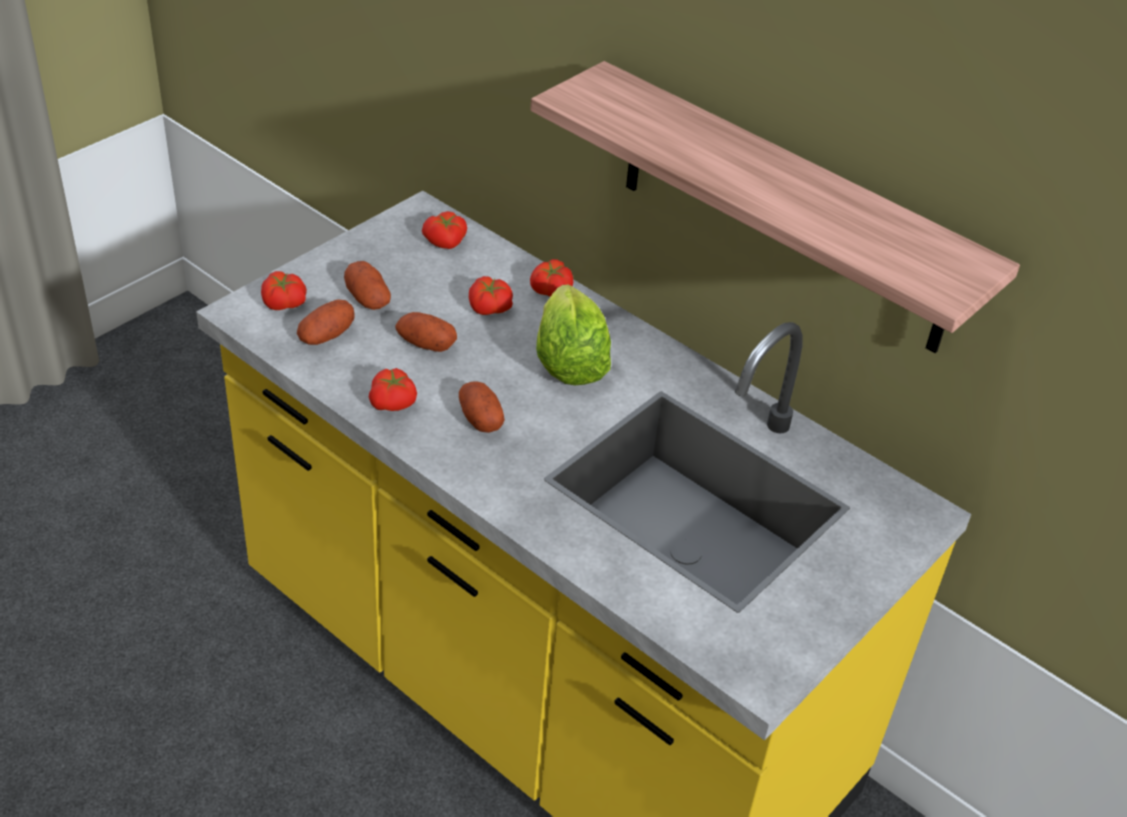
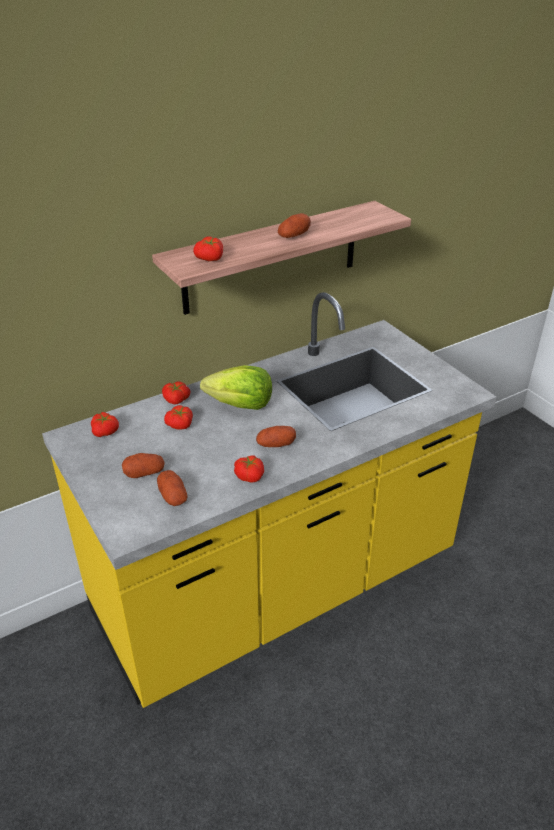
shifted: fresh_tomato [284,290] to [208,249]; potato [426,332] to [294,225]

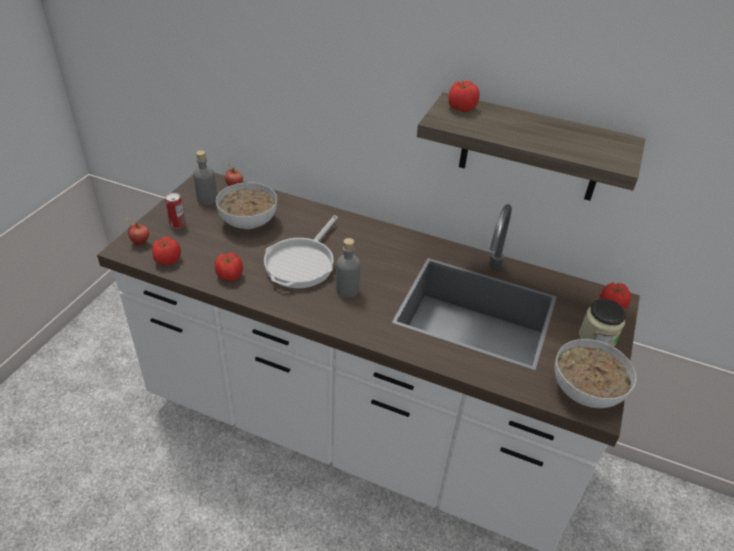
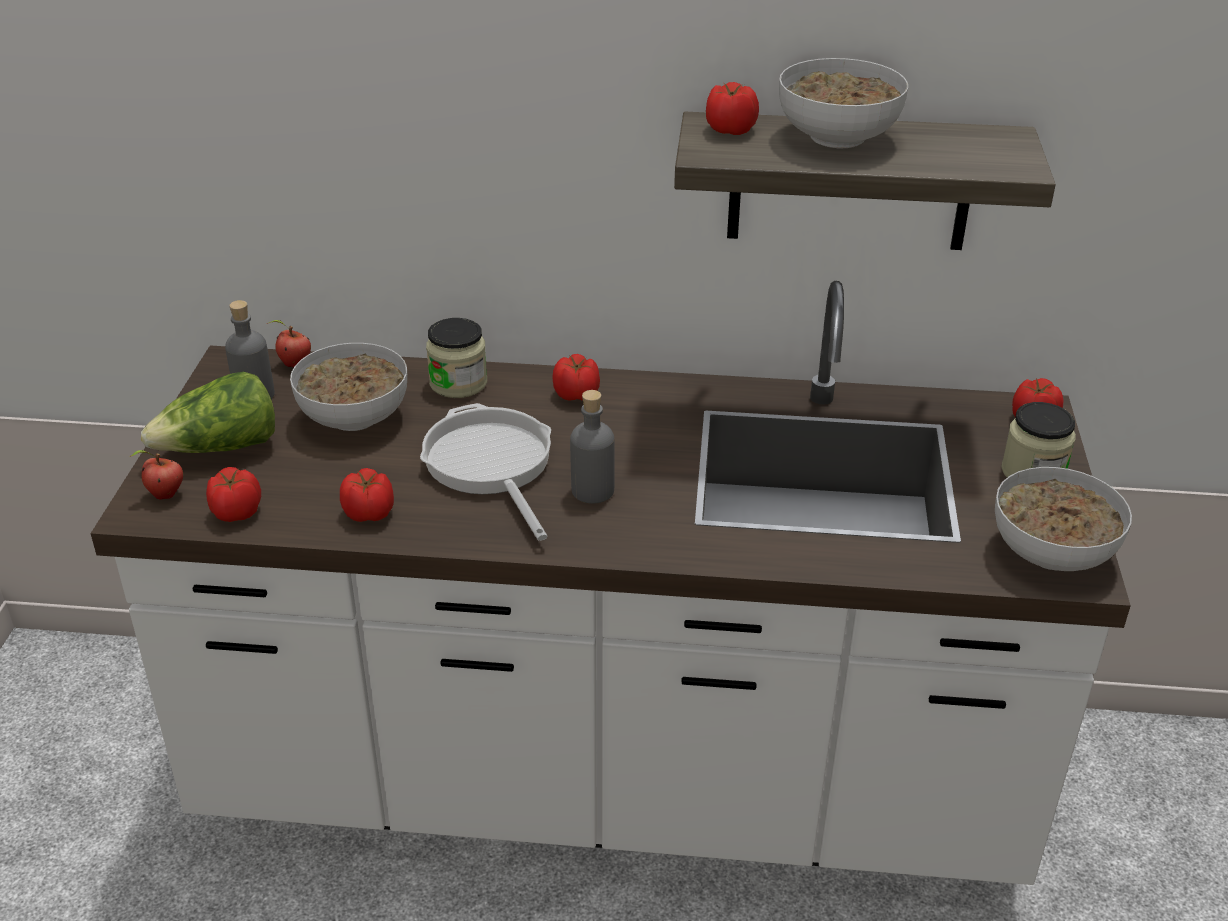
new: deep_dish [843,103]; storage_jar [456,358]; fresh_tomato [576,377]
swapped: sealed_can [175,210] to head_of_lettuce [208,412]
rotated: frying_pan [301,251] = [485,472] 150 degrees clockwise

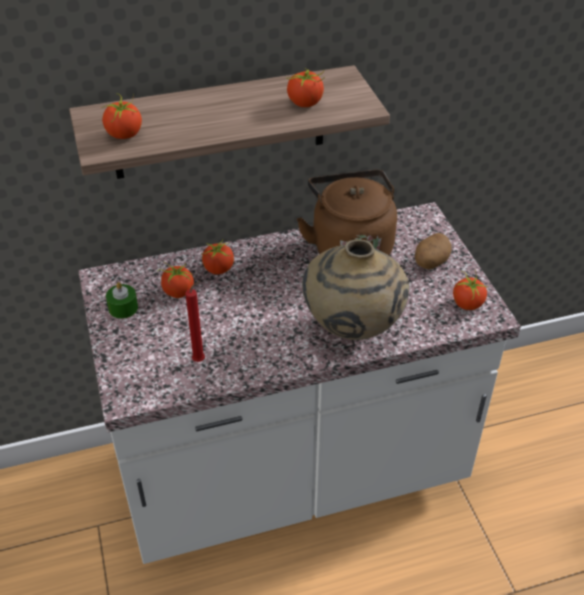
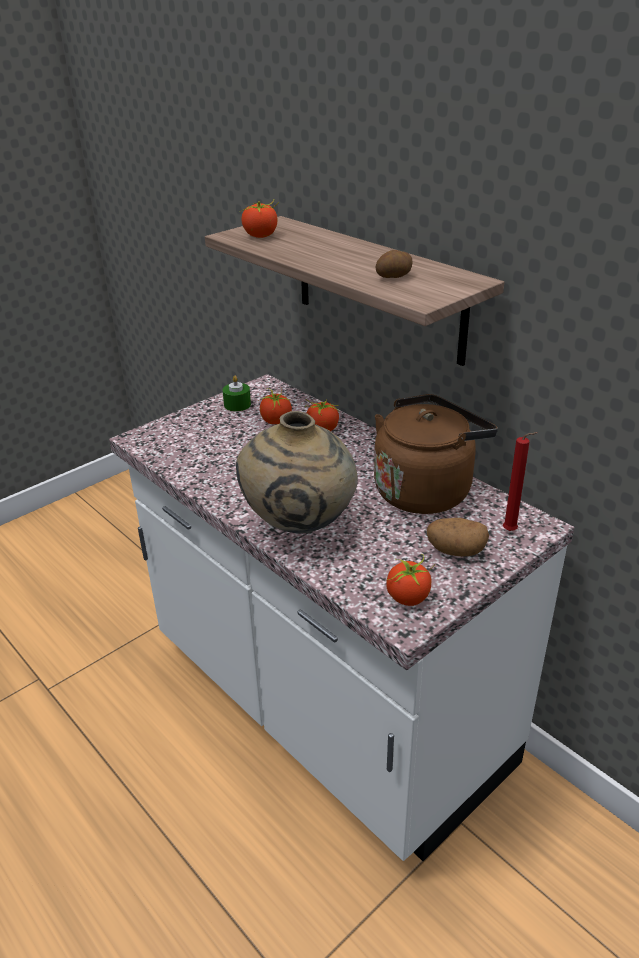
shifted: red_wax_candle [195,321] to [520,481]
swapped: fresh_tomato [306,88] to potato [394,264]

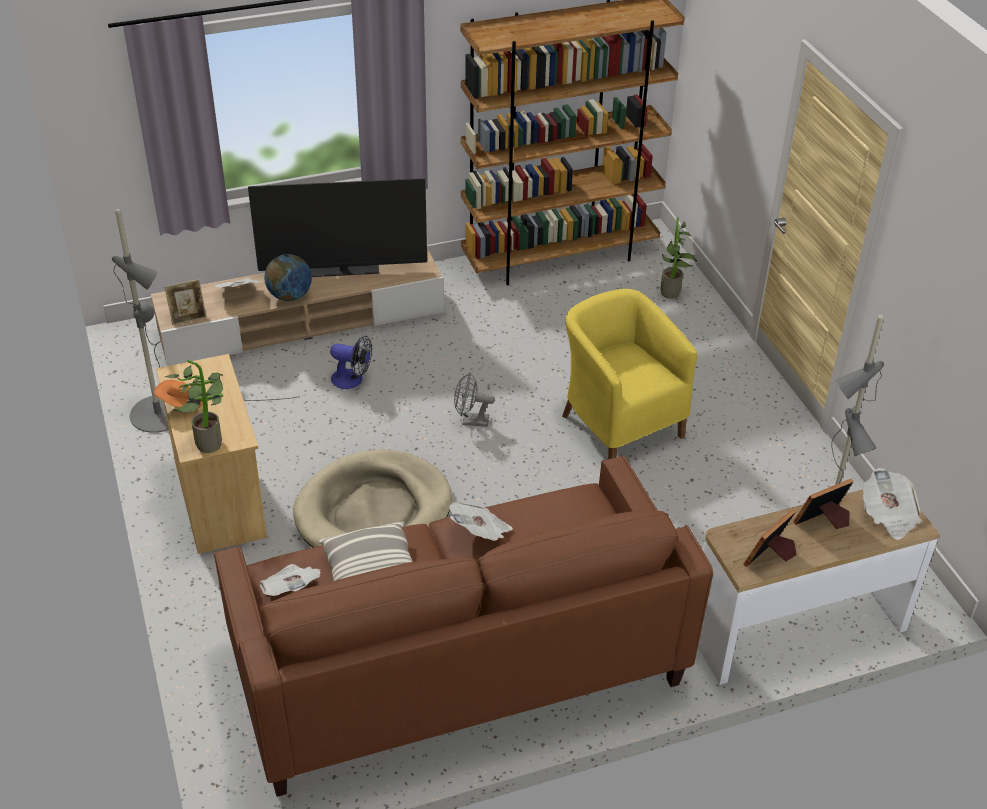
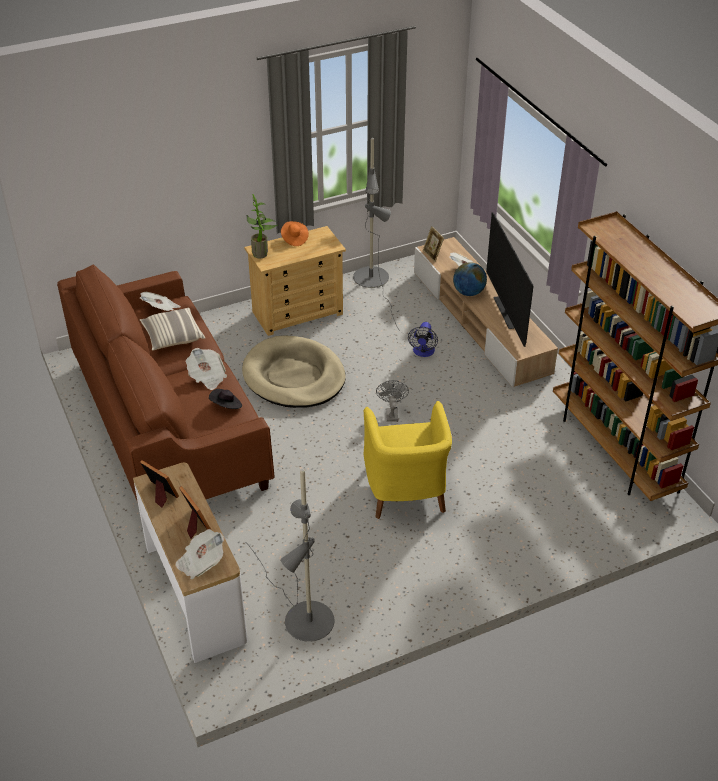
gone: plant_in_a_pot [678,258]
new: black_hat [225,399]
rotated: yellow-coloured_lounge_chair [629,374] = [408,460] 120 degrees clockwise

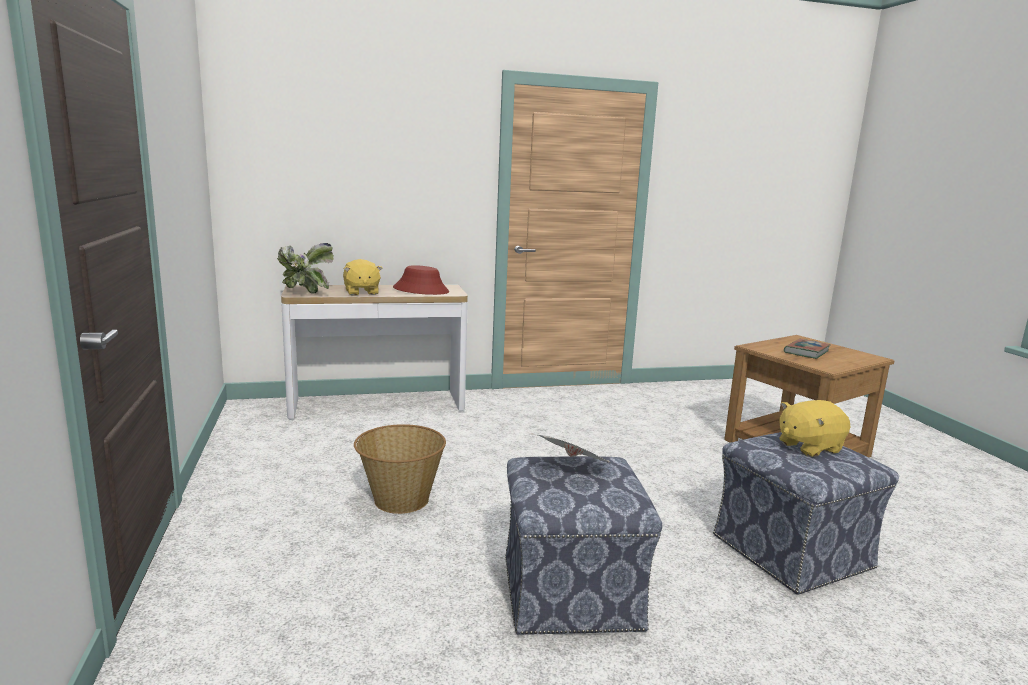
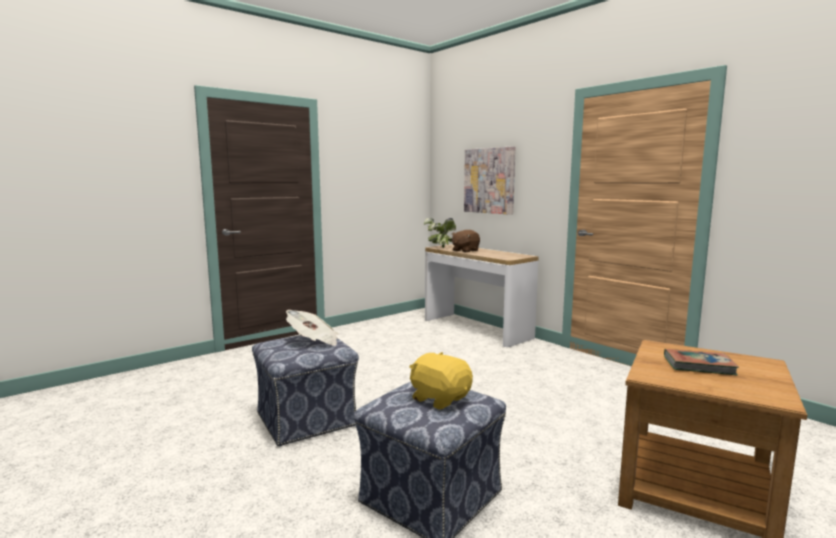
gone: red_hat [421,280]; basket [400,469]
new: wall_art [490,180]
repainted: yellow-coloured_plush_toy [362,277] to brown_plush_toy [465,241]

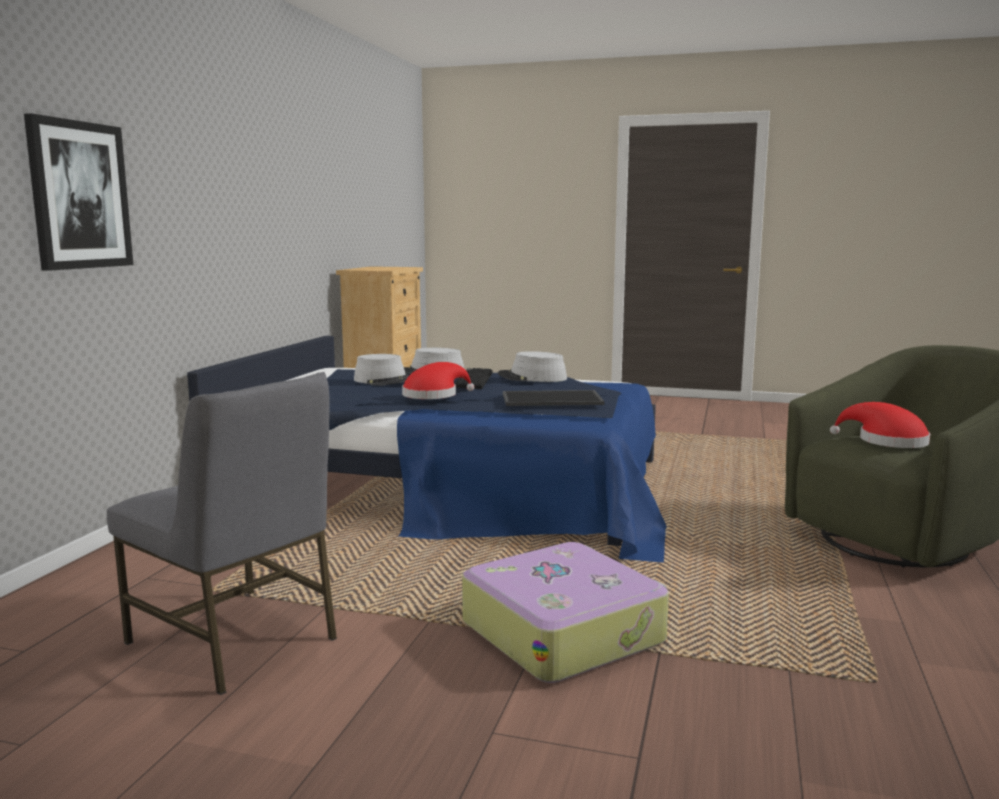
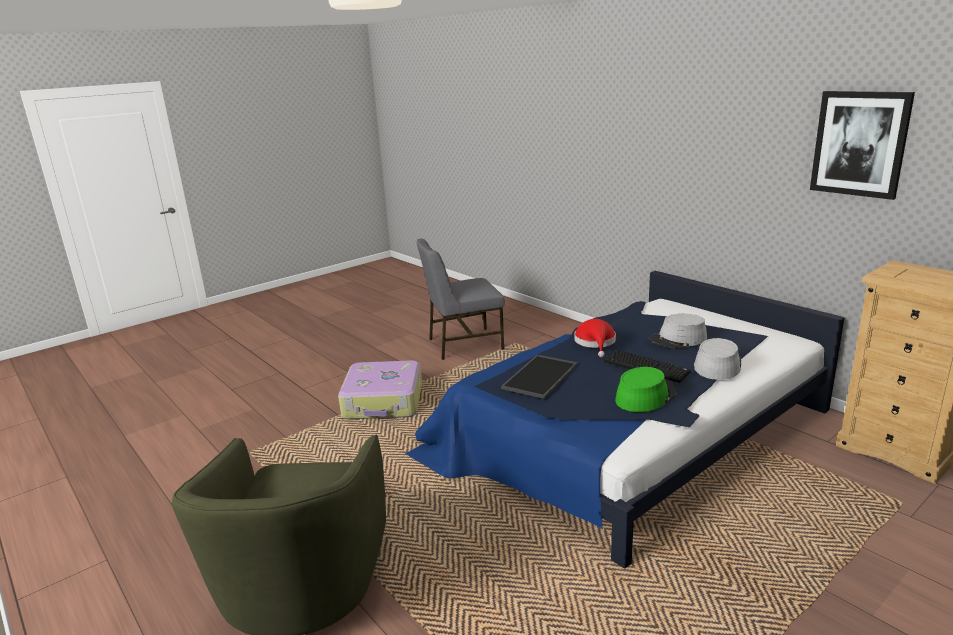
gone: red_hat [880,425]
shifted: wall_art [78,192] to [862,145]
repainted: gray_hat [532,366] to green_hat [645,389]

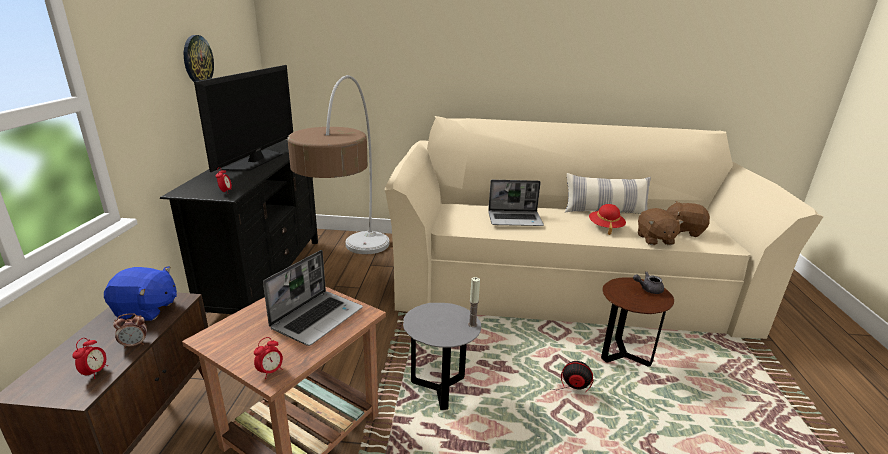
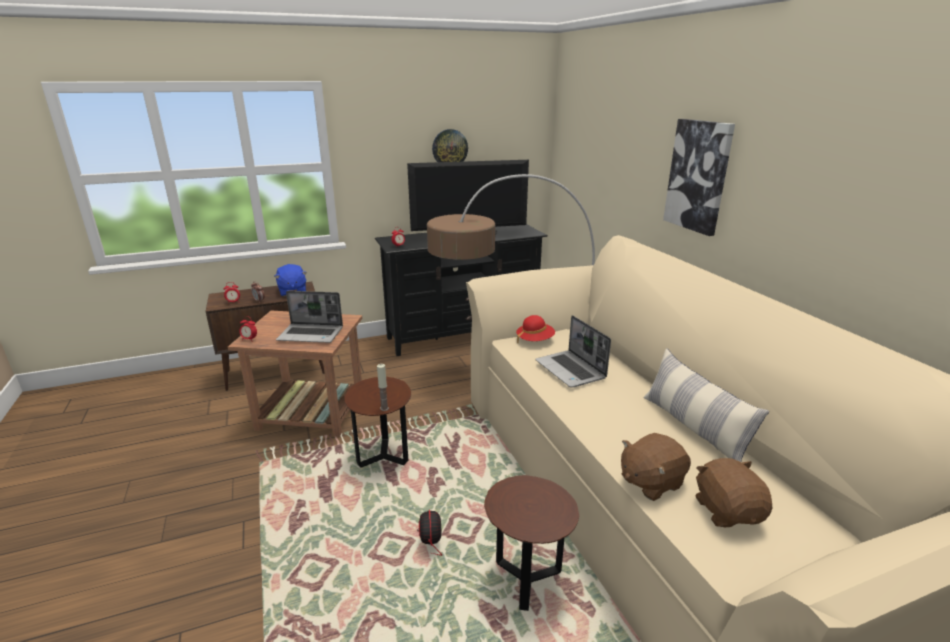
gone: gray_teapot [648,283]
new: wall_art [699,177]
shifted: red_hat [607,219] to [535,329]
repainted: gray_accent_table [442,356] to brown_accent_table [378,422]

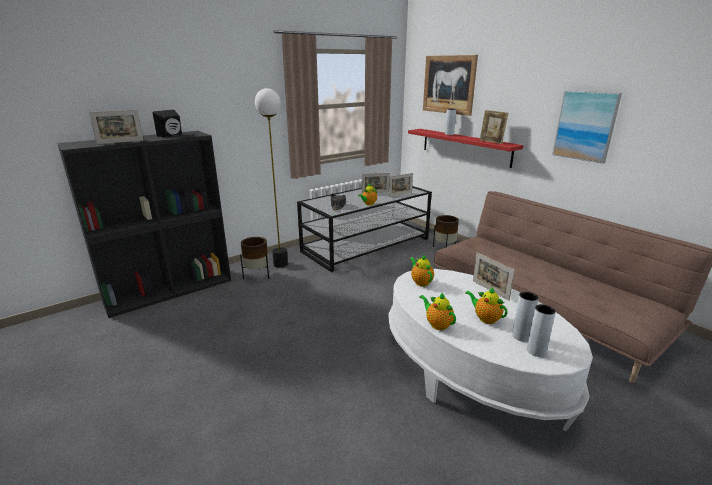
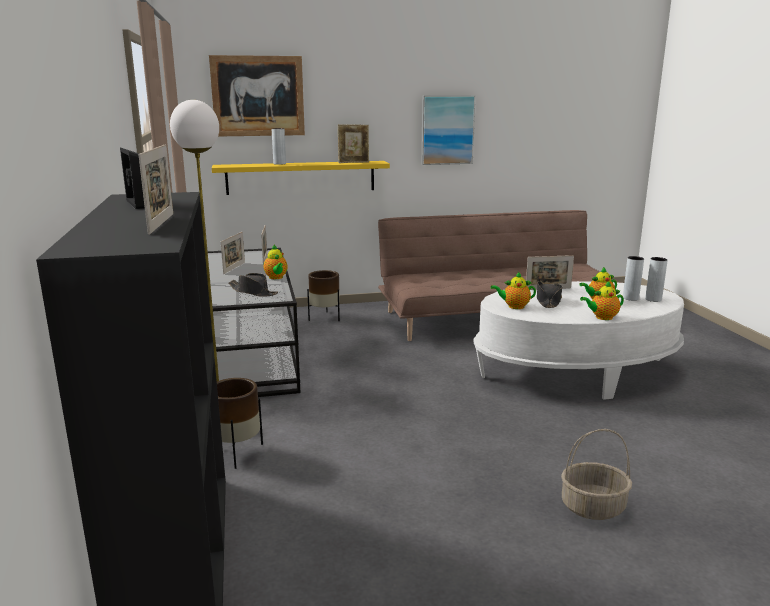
new: black_hat [549,294]; basket [596,474]
repainted: red_wall_shelf [465,148] to yellow-coloured_wall_shelf [301,178]

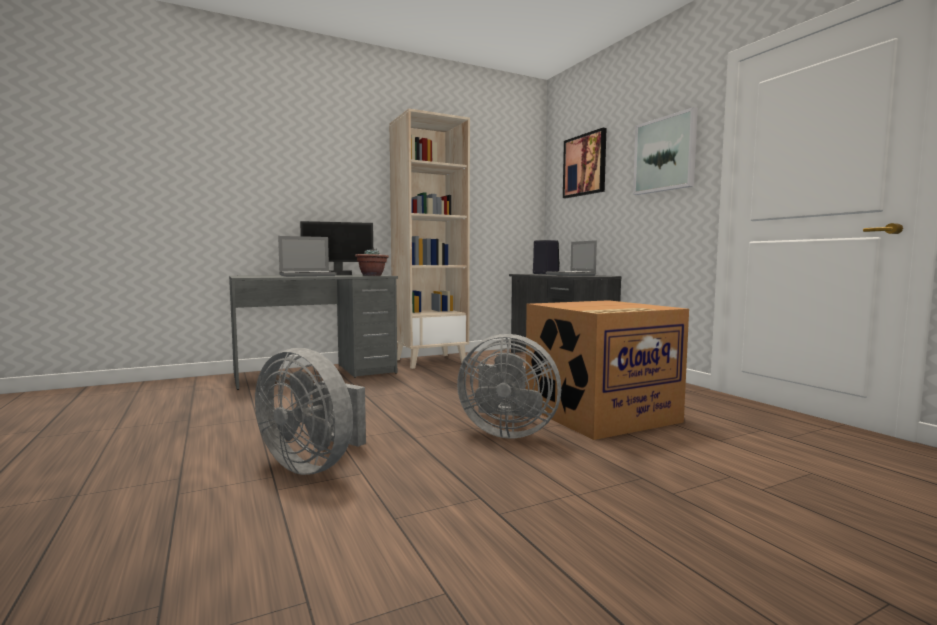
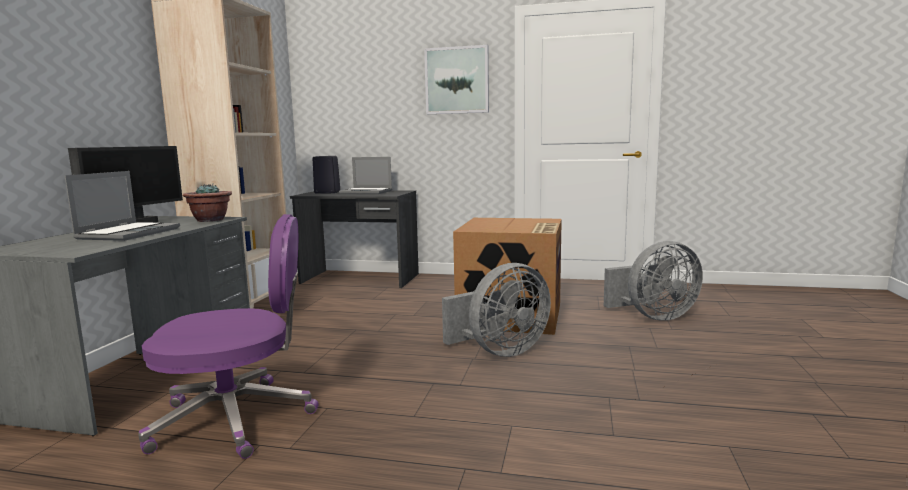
gone: wall_art [584,163]
new: purple-coloured_desk_chair [228,336]
shifted: gray_electric_fan [310,411] to [653,281]

